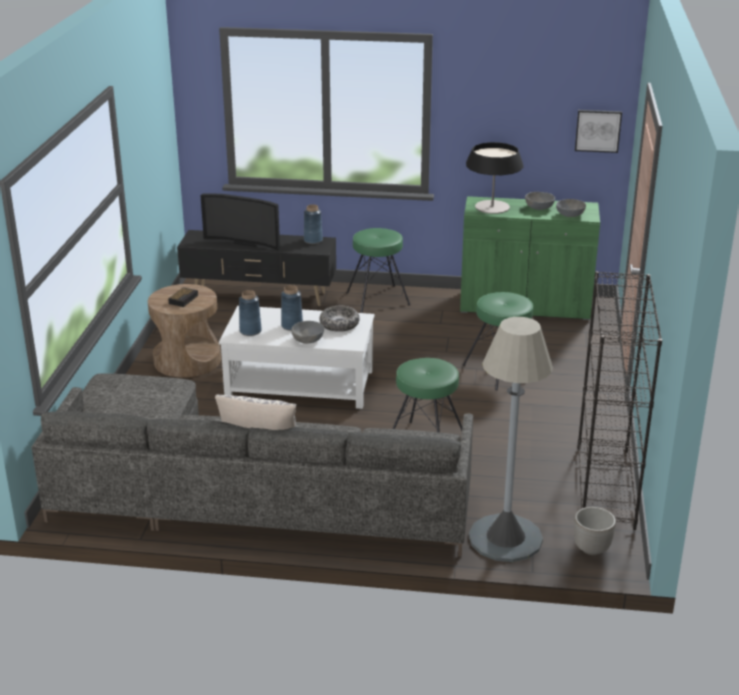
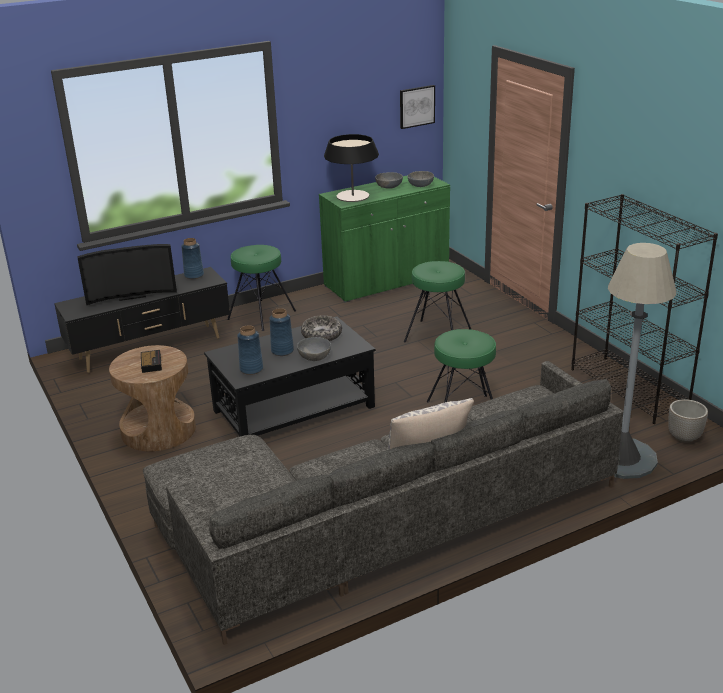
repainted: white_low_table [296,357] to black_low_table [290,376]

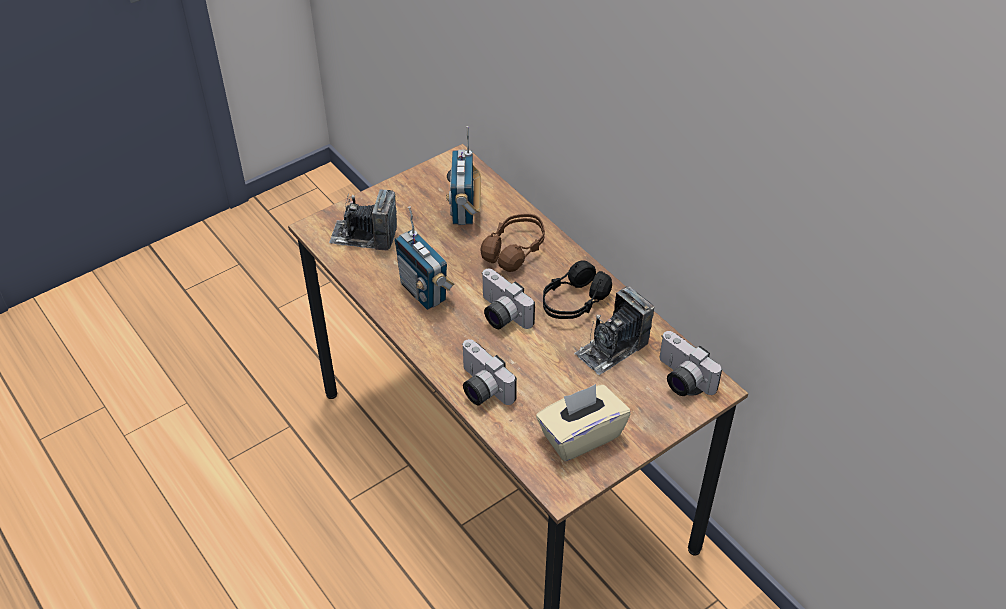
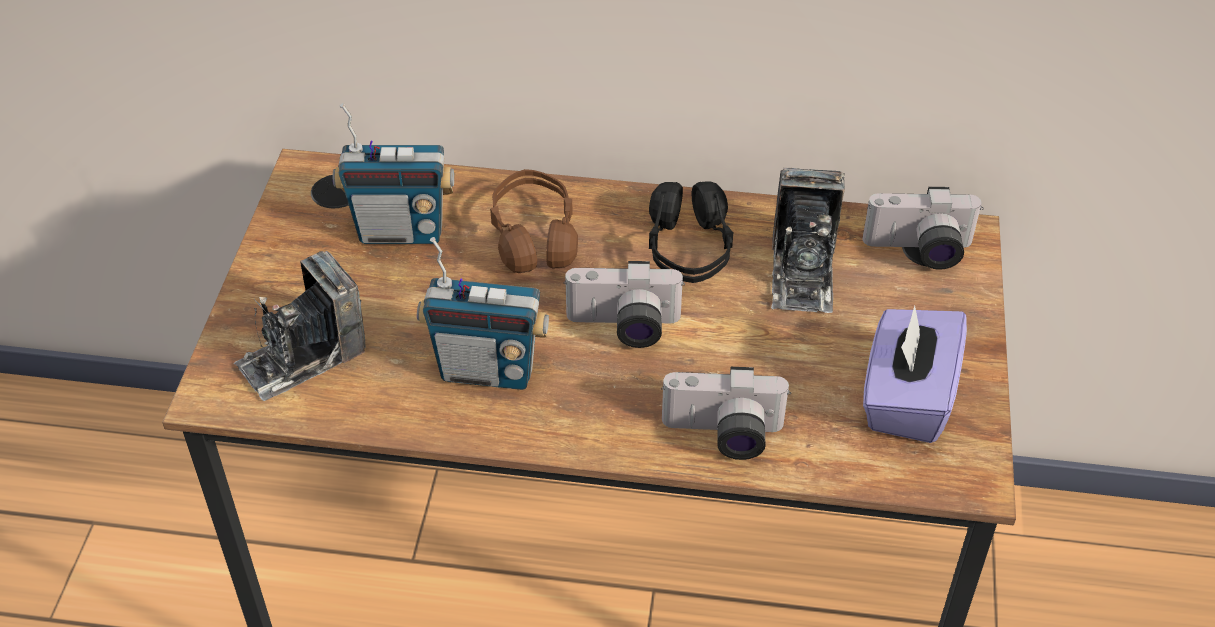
repainted: beige_tissue_box [583,422] to purple-coloured_tissue_box [915,374]
rotated: radio [463,175] = [393,173] 45 degrees counterclockwise

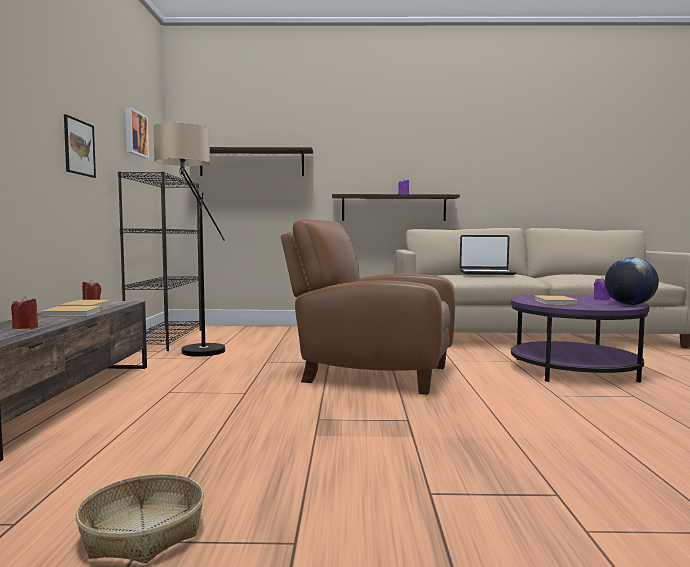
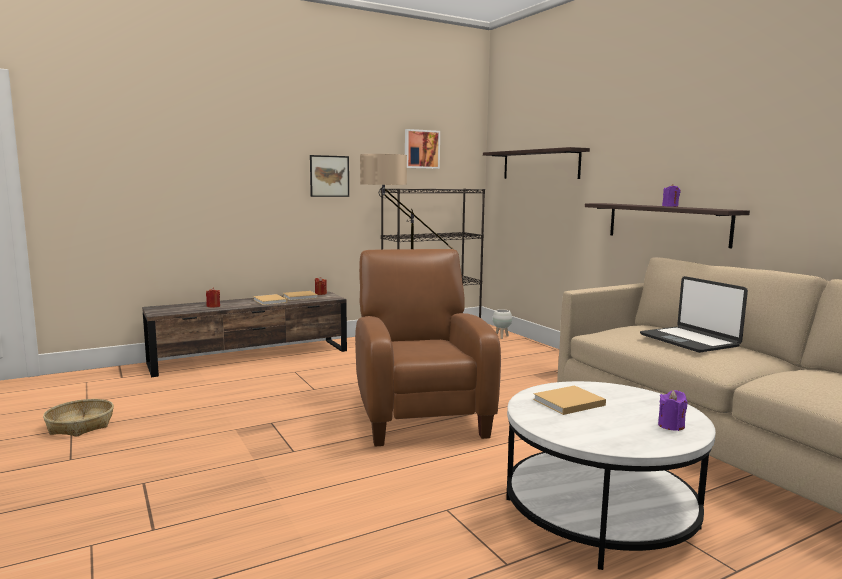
gone: world_globe [632,281]
new: white_planter [502,324]
repainted: purple-coloured_low_table [580,338] to white_low_table [611,475]

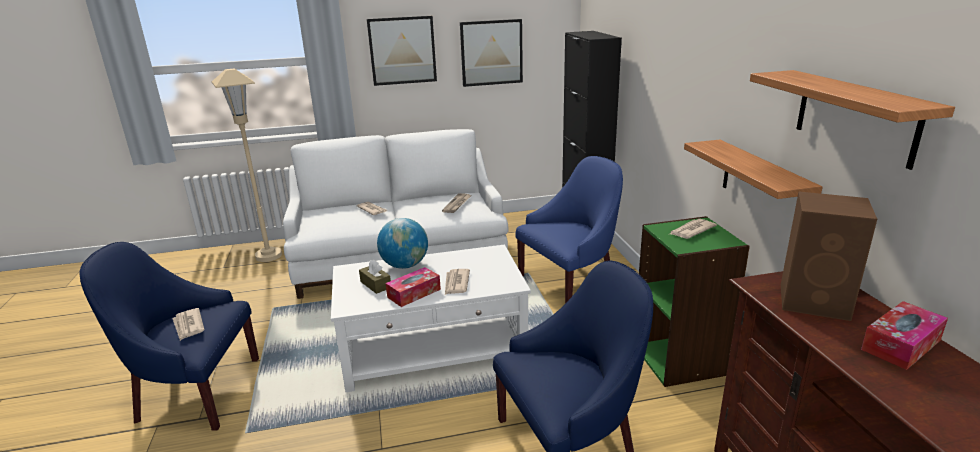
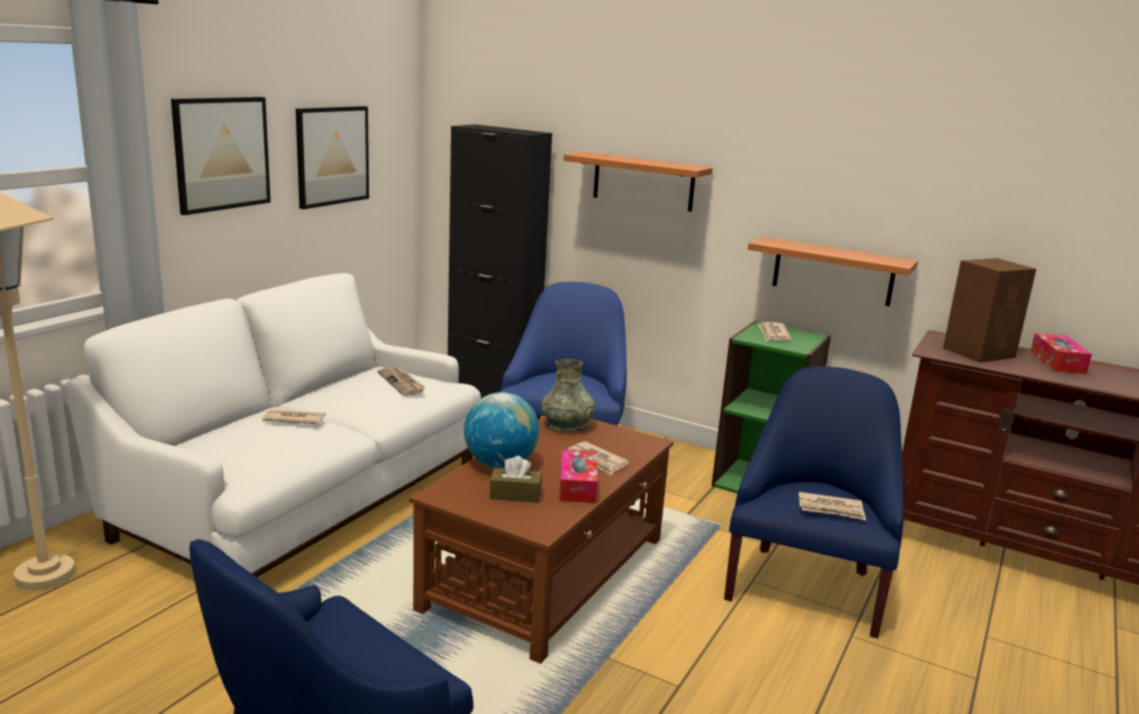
new: gray_decorative_vase [568,395]
shifted: wall_shelf [852,120] to [638,182]; newspaper [188,324] to [832,506]
repainted: white_low_table [431,318] to brown_low_table [541,540]

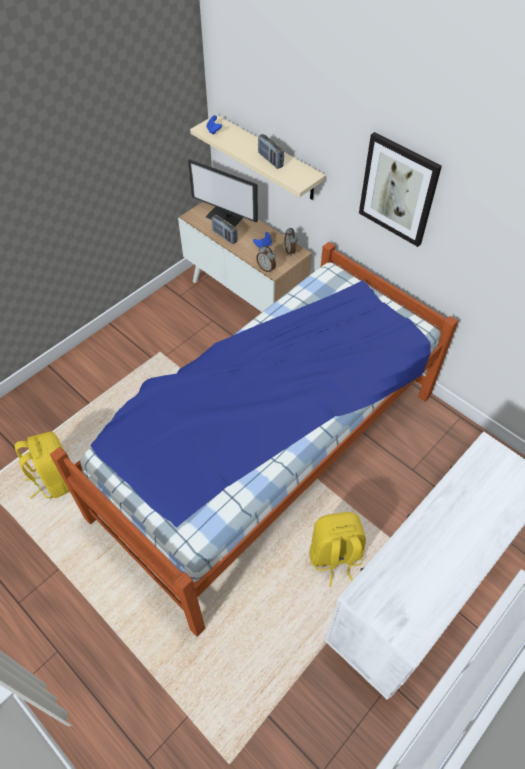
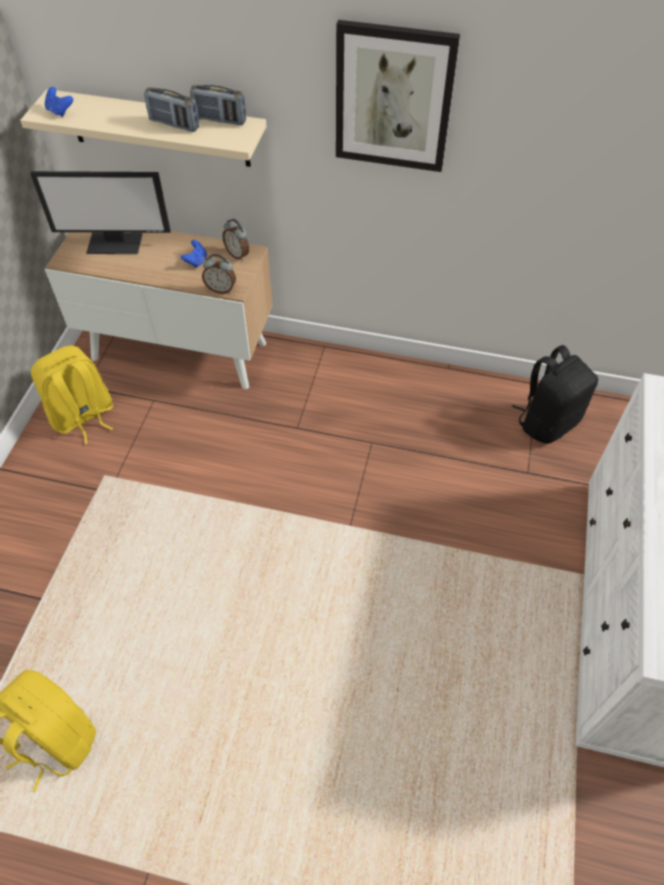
gone: bedroom_bed [254,439]
new: black_knapsack [555,394]
shifted: radio [225,229] to [218,105]; yellow-coloured_knapsack [337,549] to [72,394]

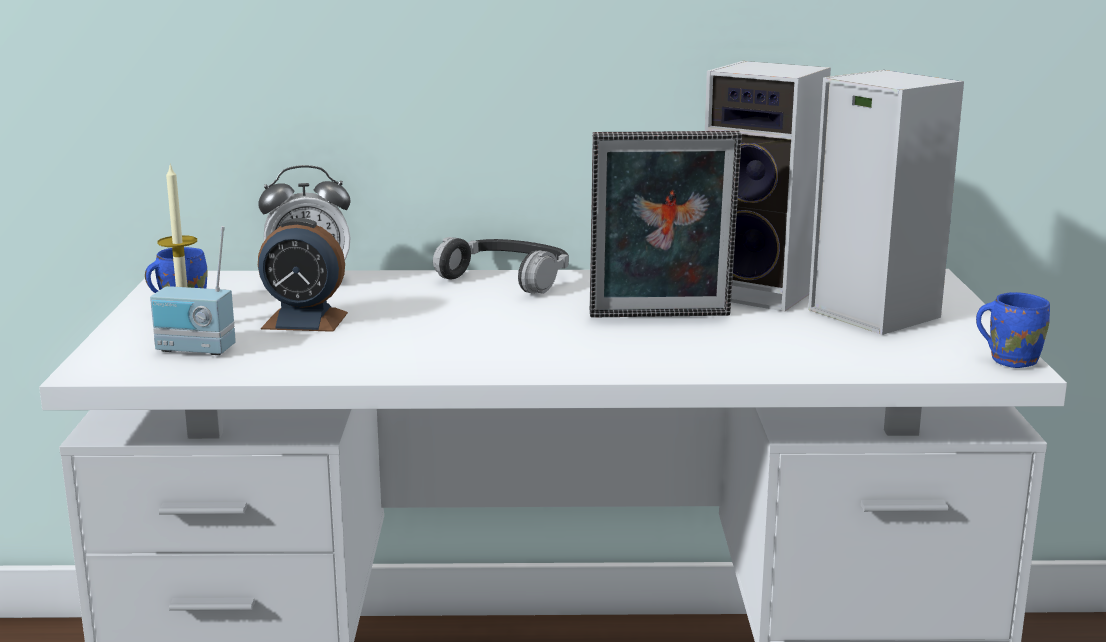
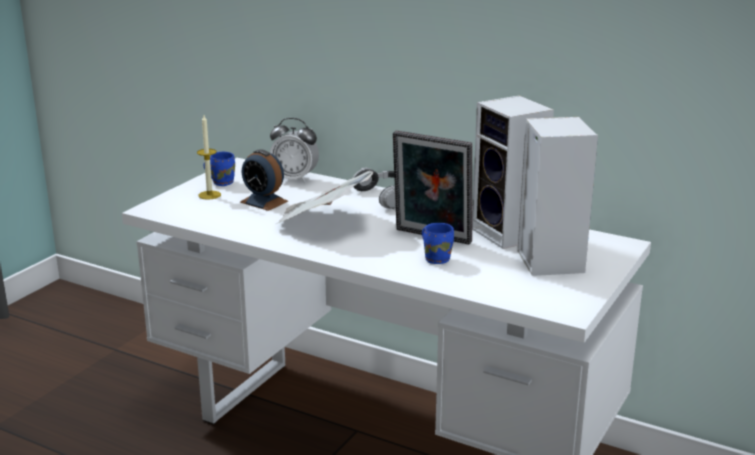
gone: radio [193,290]
new: newspaper [324,197]
shifted: bluish_tea_mug [1013,330] to [438,243]

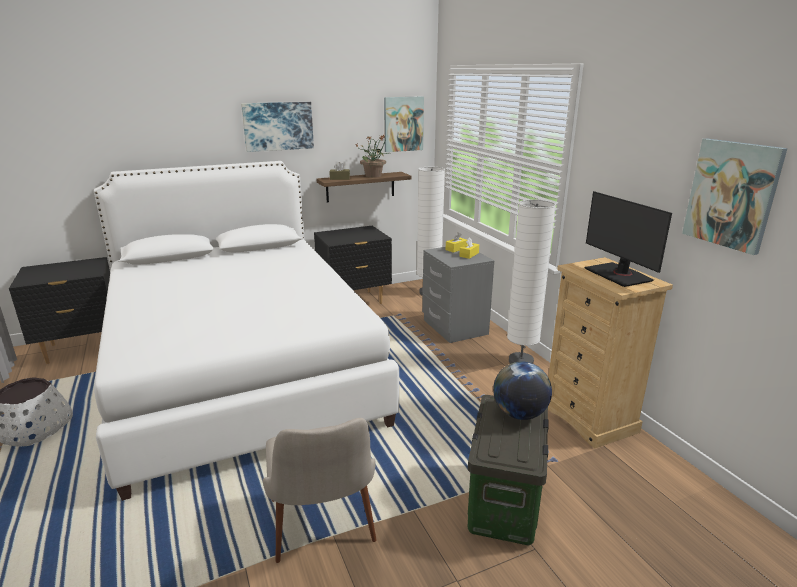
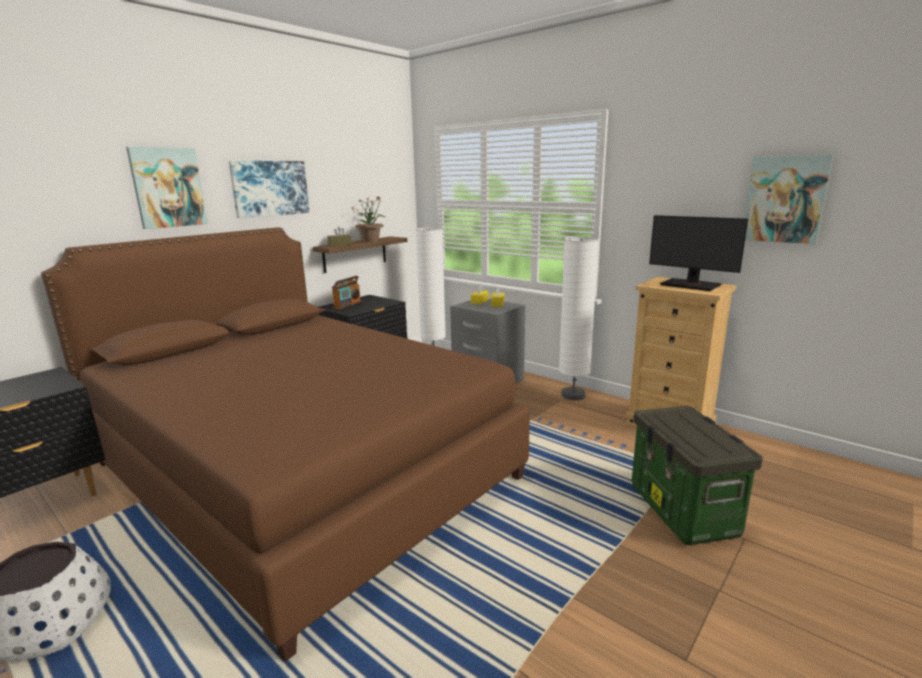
gone: world_globe [522,391]; beige_upright_chair [319,490]
new: radio [347,293]
shifted: wall_art [404,124] to [167,188]
repainted: white_bedroom_bed [246,331] to brown_bedroom_bed [285,444]

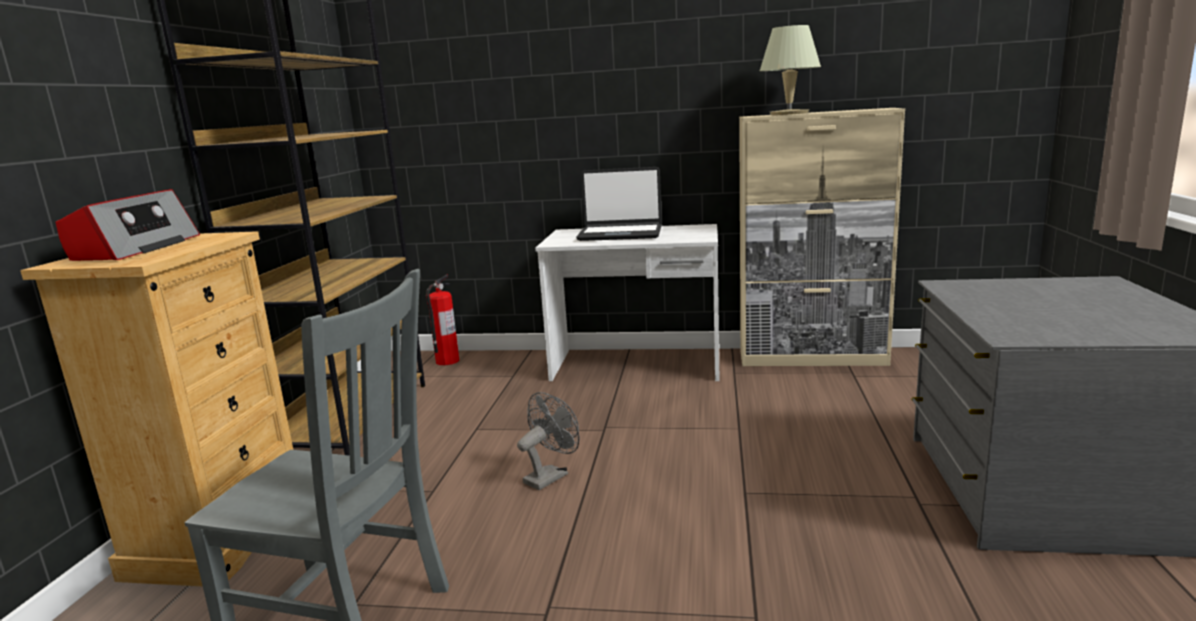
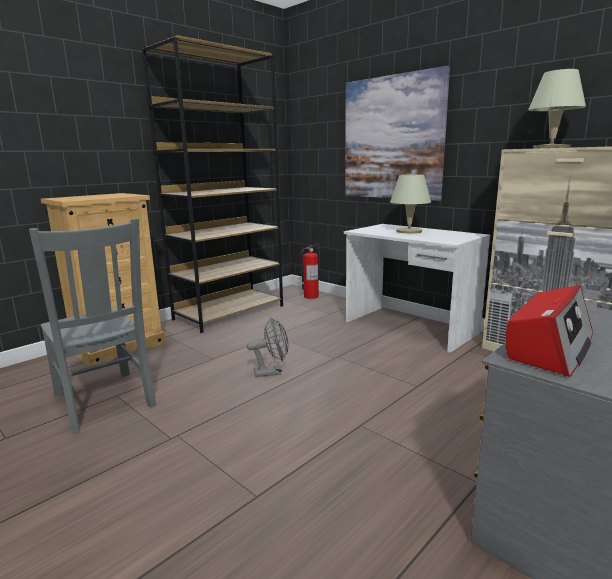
new: wall_art [397,133]
shifted: radio [128,225] to [549,331]
swapped: portable_computer [619,204] to beige_lamp_for_a_table [410,203]

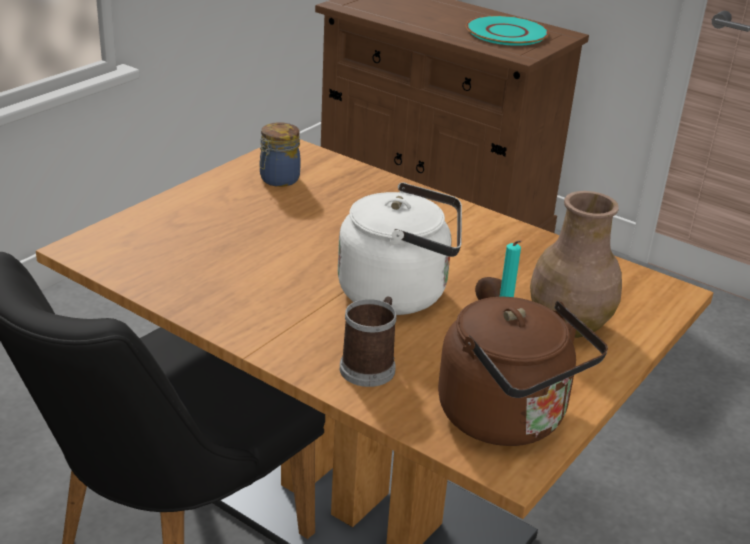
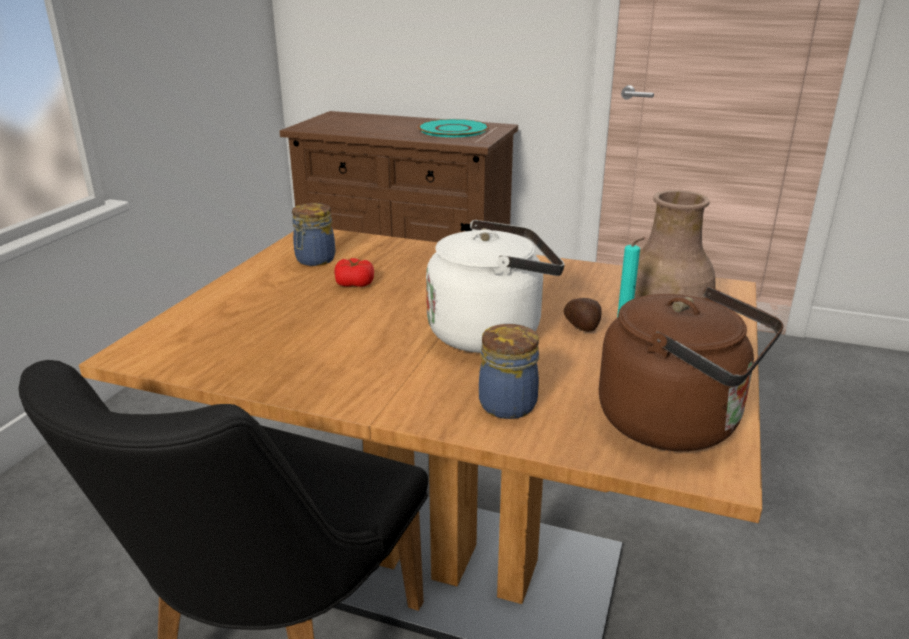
new: fresh_tomato [354,272]
swapped: tea_mug [368,342] to storage_jar [509,371]

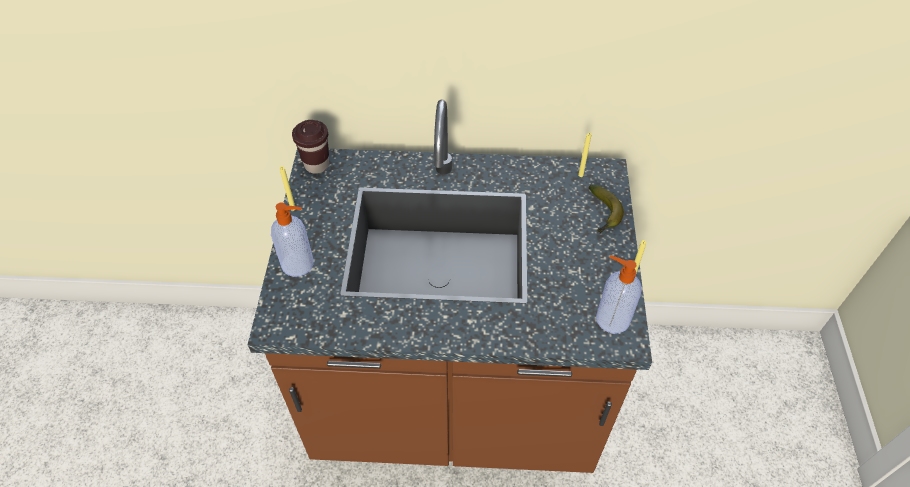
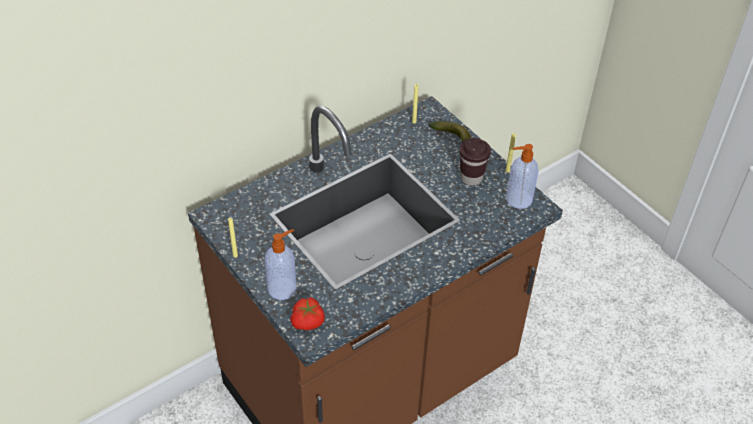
new: fresh_tomato [307,313]
shifted: brown_drinking_cup [310,147] to [475,162]

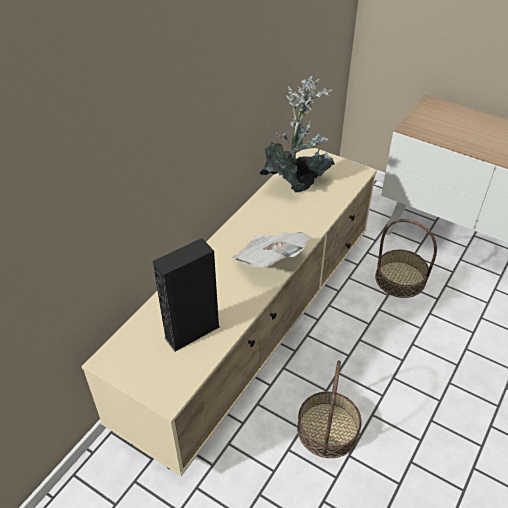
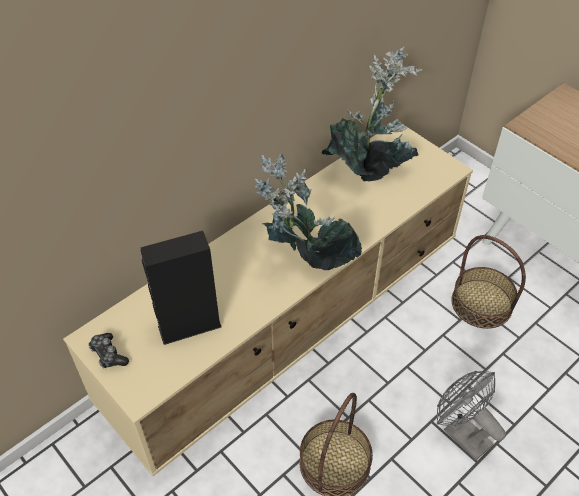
new: gamepad [108,350]; gray_electric_fan [471,415]
swapped: newspaper [272,249] to plant_in_a_pot [308,212]

